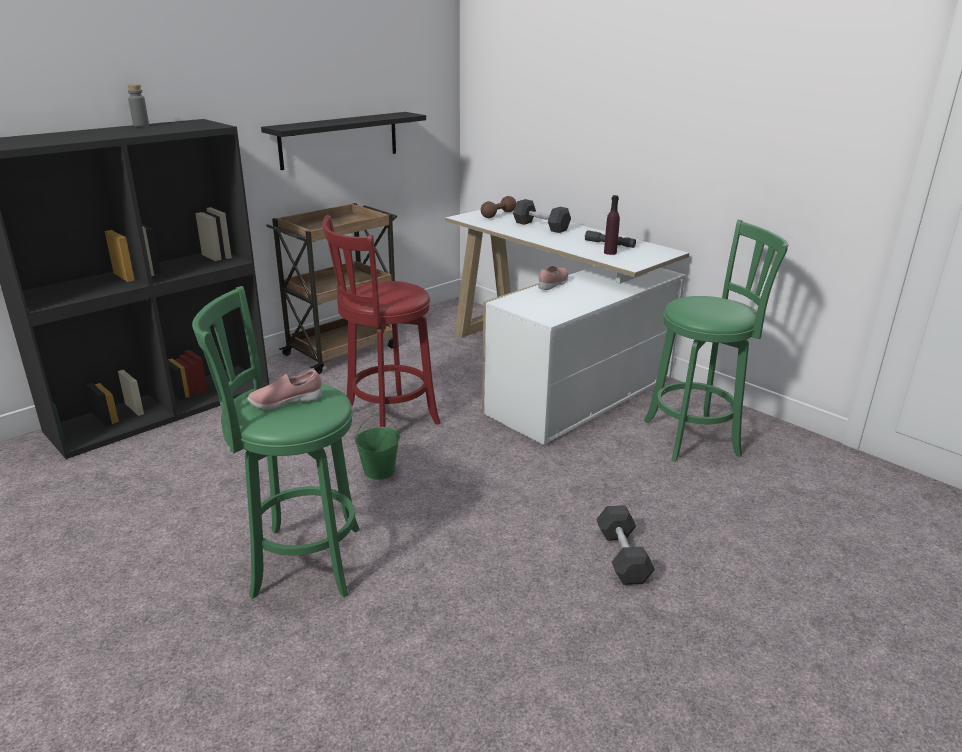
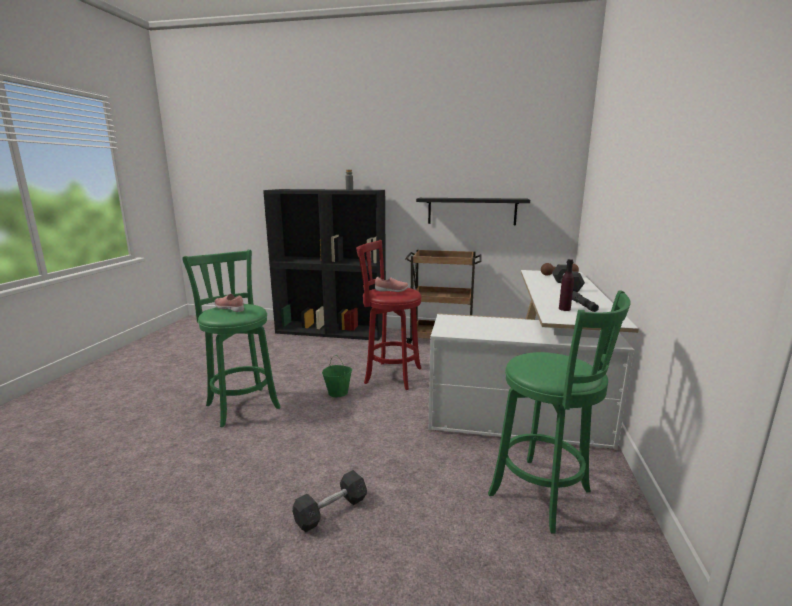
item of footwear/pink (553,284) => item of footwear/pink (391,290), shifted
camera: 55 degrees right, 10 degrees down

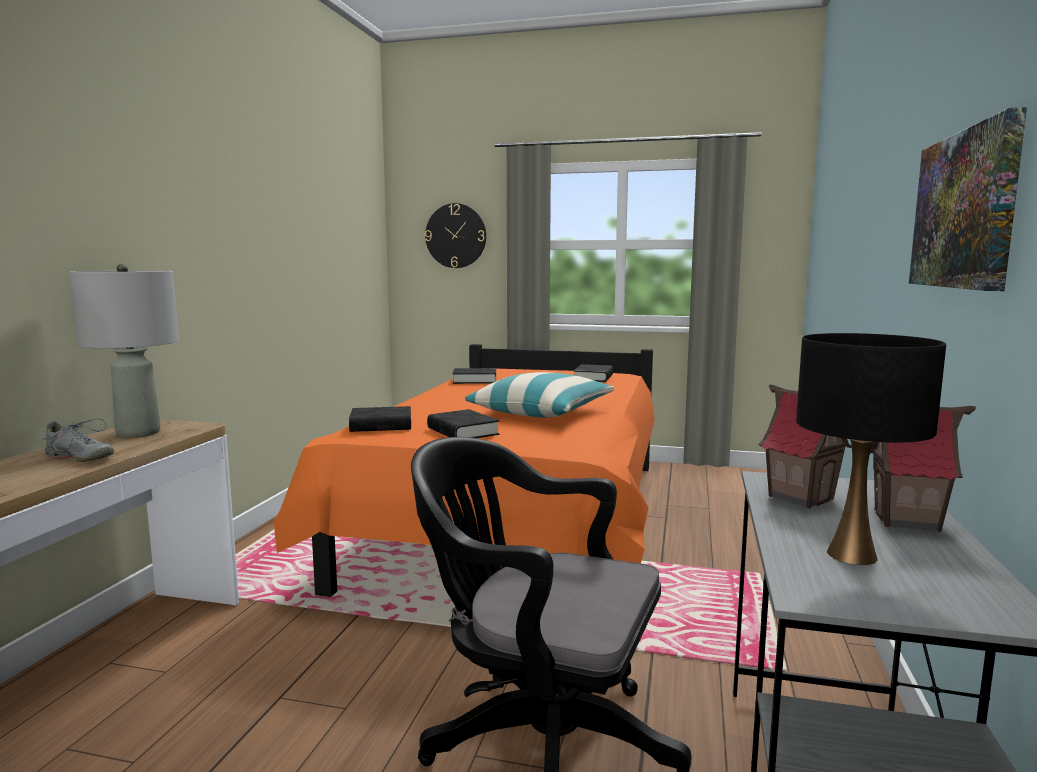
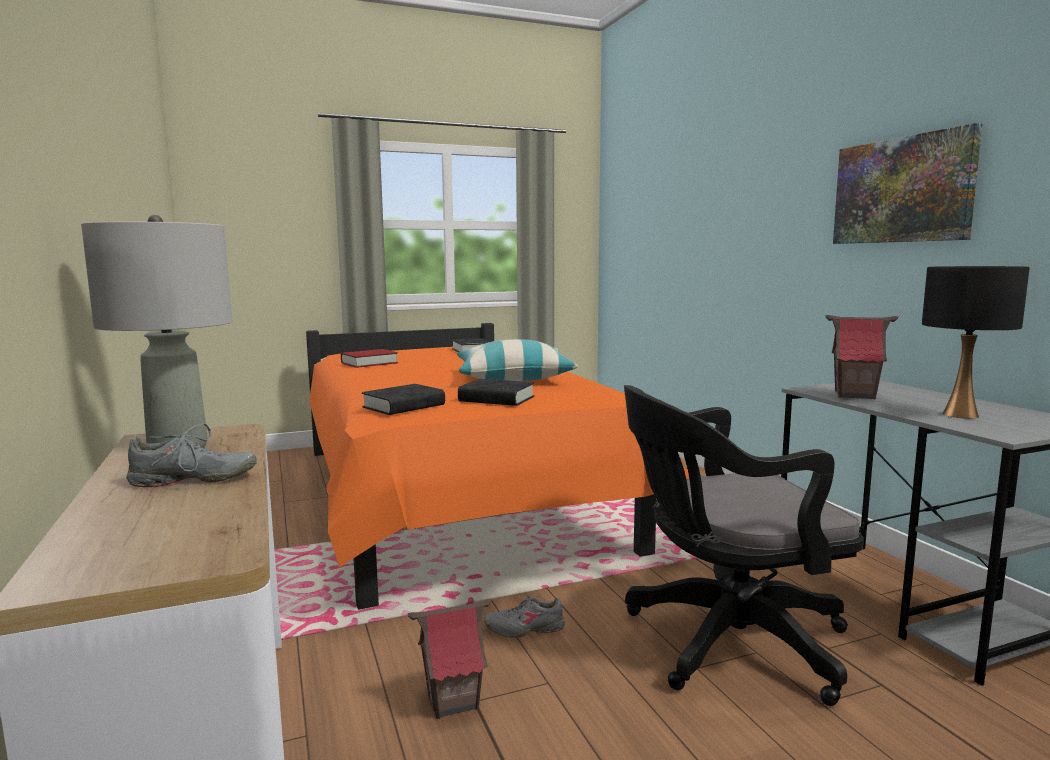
wall clock (456,236) => nothing
book/black (474,380) => book/red-coloured (369,363)
model house (907,520) => model house (453,701), shifted
nothing => item of footwear/gray (525,628)
camera: 35 degrees left, 0 degrees up

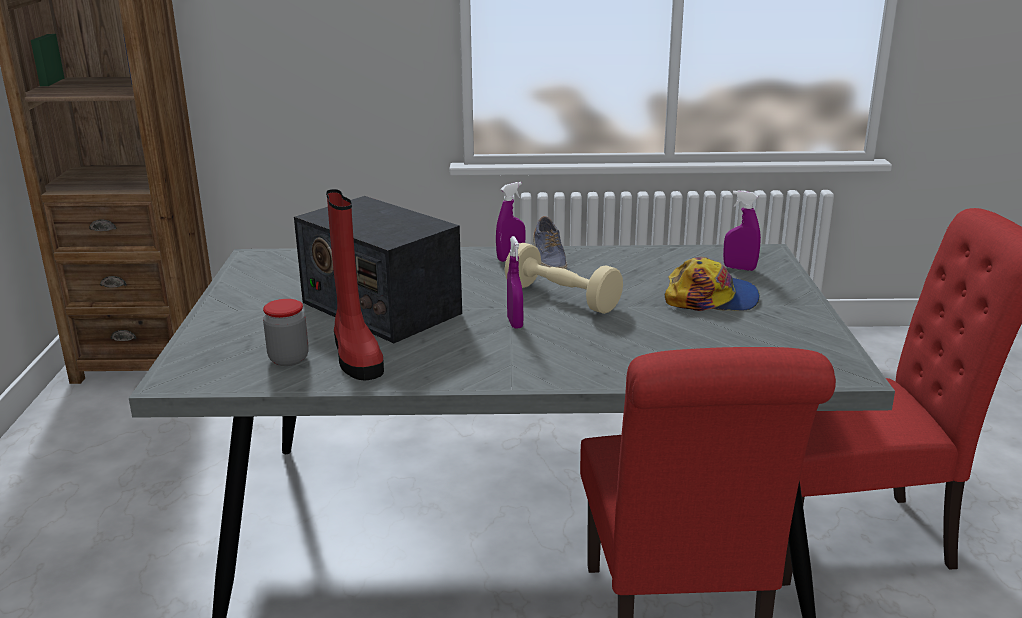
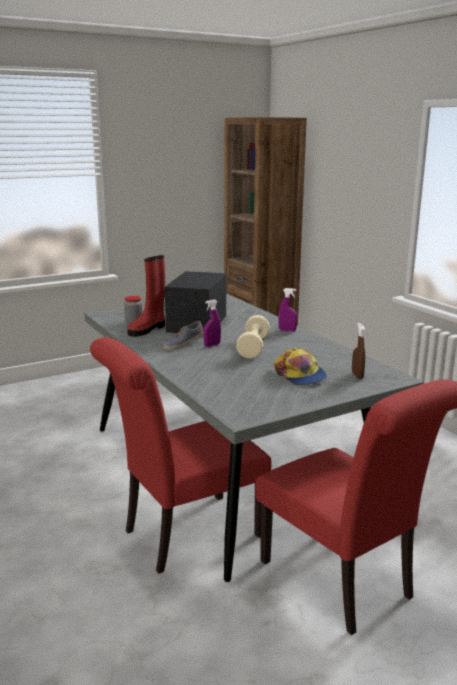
spray bottle/purple-coloured (739,268) => spray bottle/brown (357,375)
item of footwear (548,260) => item of footwear (183,344), shifted
camera: 60 degrees right, 5 degrees down

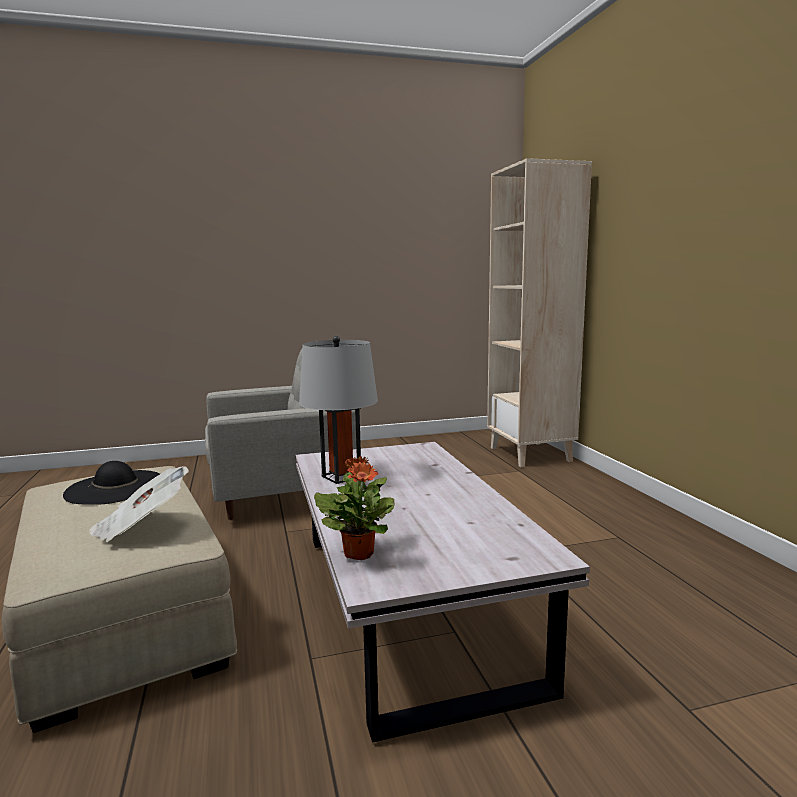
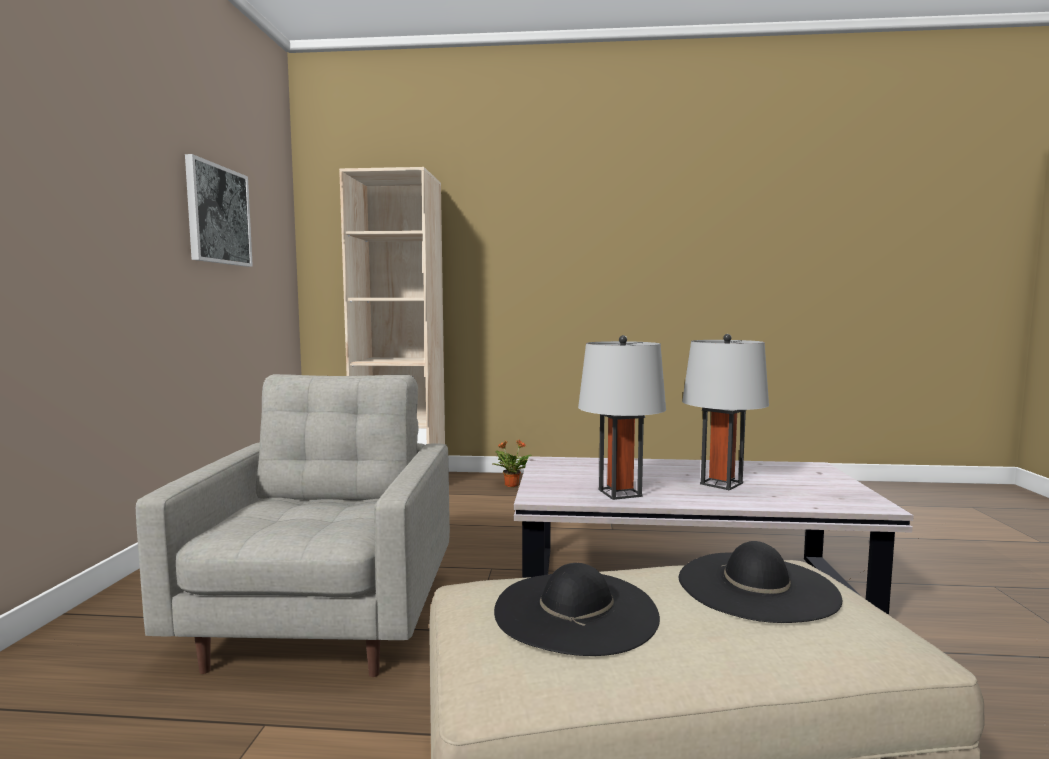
plant in a pot (359,553) => plant in a pot (511,485), shifted
daily paper (141,527) => hat/black (757,586)
nothing => wall picture (218,215)
nothing => lamp for a table/gray (721,484)
camera: 70 degrees left, 5 degrees down

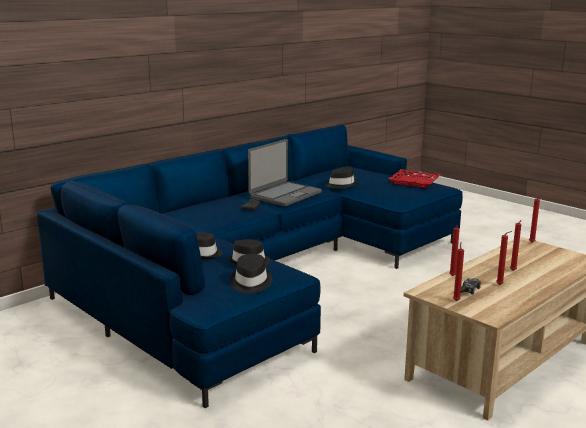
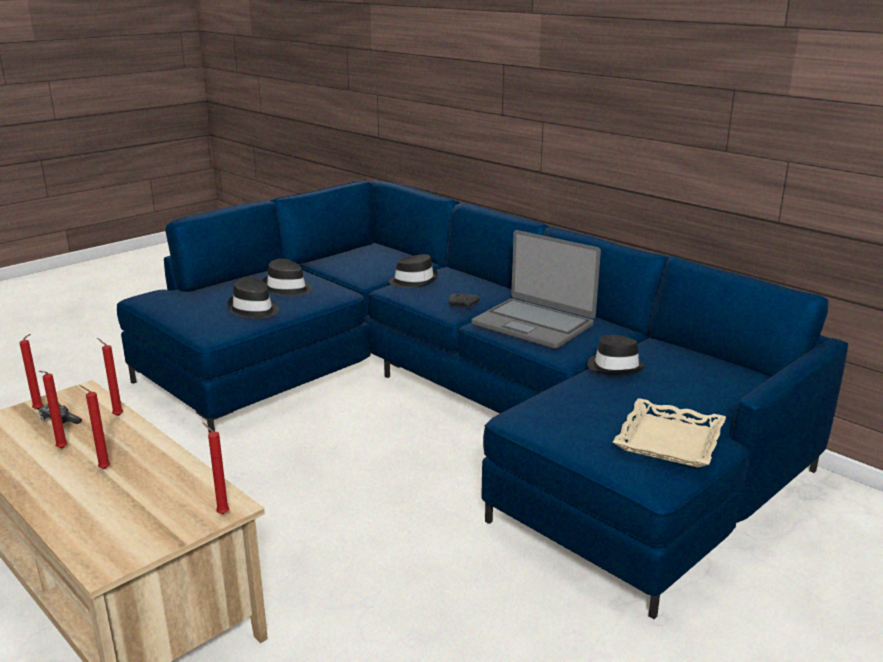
tray/red-coloured (414,182) => tray/beige (668,440)
hat/black (250,282) => hat/black (414,281), shifted
camera: 90 degrees right, 5 degrees up

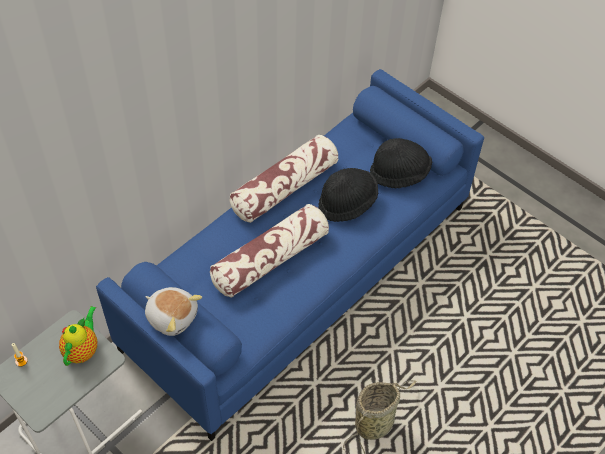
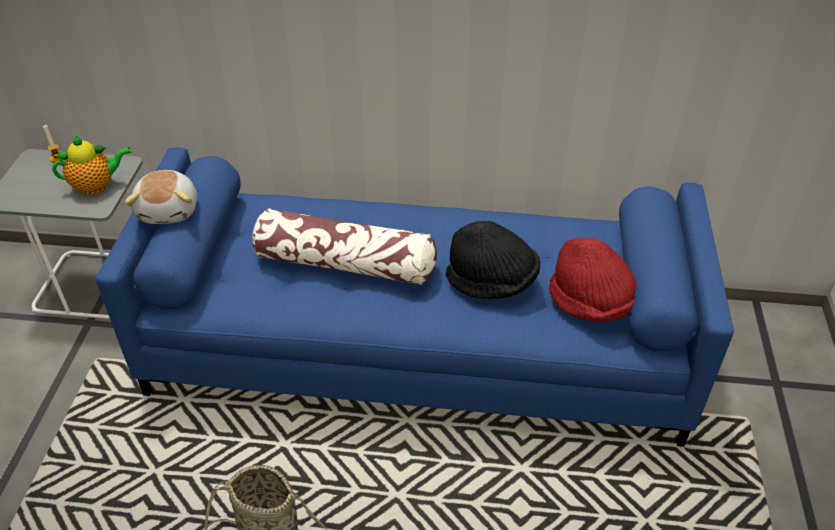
throw pillow (285,187) => nothing
hat/black (399,173) => hat/red-coloured (591,304)
camera: 55 degrees right, 10 degrees down

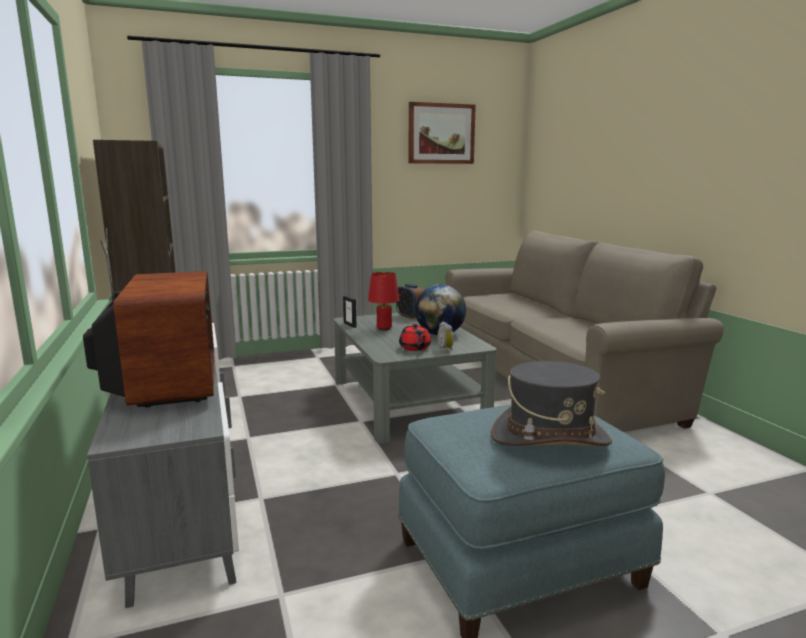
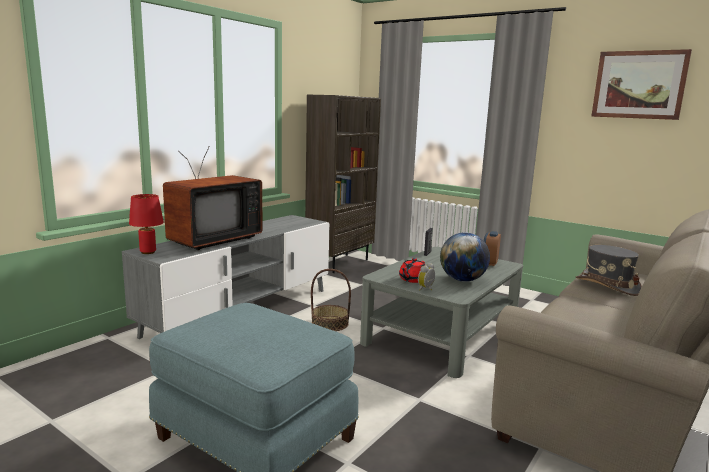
lamp for a table/red-coloured (384,328) => lamp for a table/red-coloured (147,252), shifted
hat/gray (550,438) => hat/gray (607,285), shifted
nothing => basket (330,323)
camera: 55 degrees right, 0 degrees up

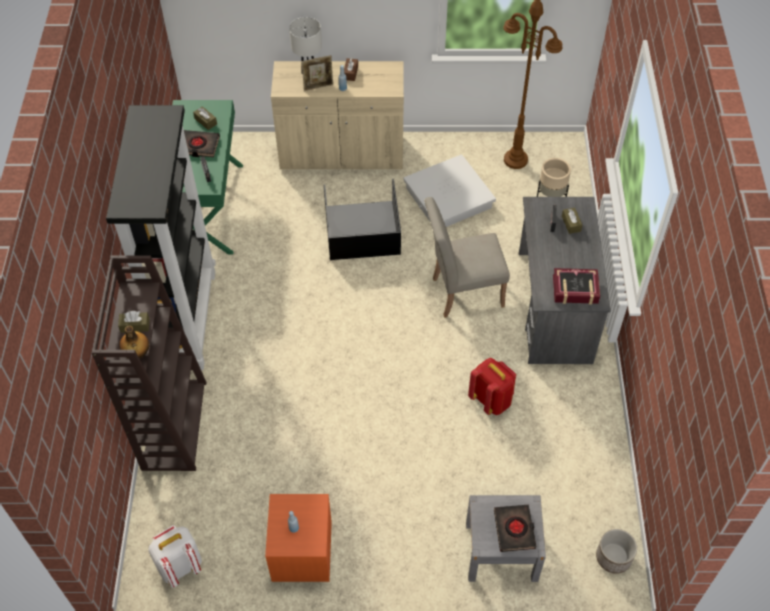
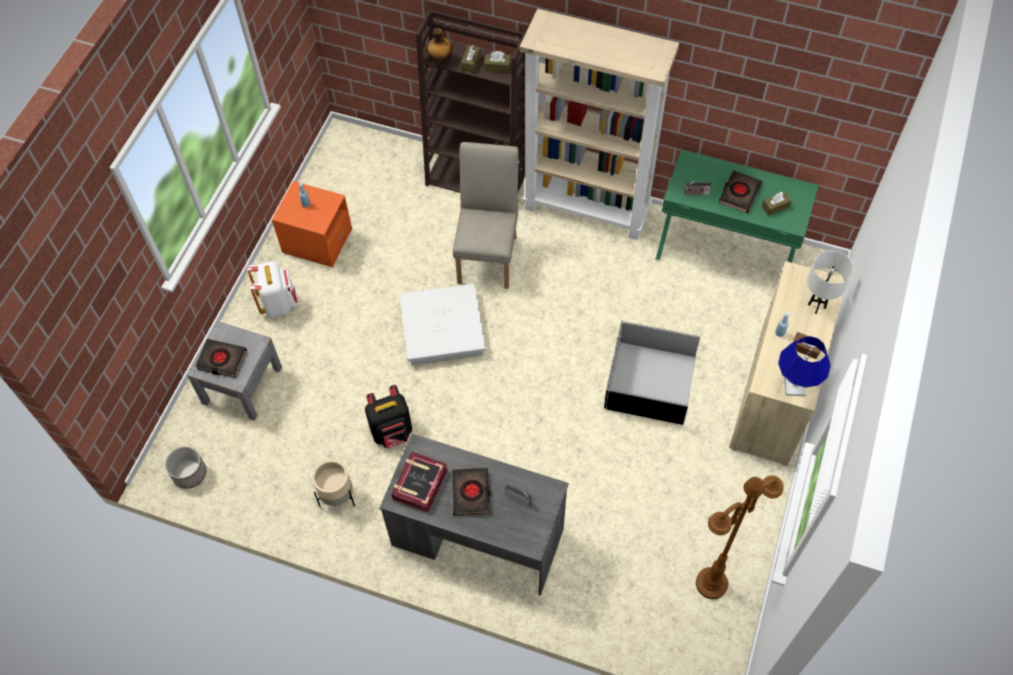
standing frame (318,86) => nothing
bookshelf/black (188,318) => bookshelf/beige (588,209)
storage box/white (448,197) => storage box/white (443,329), shifted
flower pot/beige (551,197) => flower pot/beige (337,496), shifted
chair/beige (461,292) => chair/beige (488,254), shifted
tissue holder/brown (571,223) => tissue holder/brown (497,67), shifted
knapsack/red-coloured (491,400) => knapsack/black (392,432)
knapsack/white (179,566) => knapsack/white (278,304), shifted
nothing => lamp for a table/blue-coloured (794,386)
nothing => book/black (471,493)
camera: 110 degrees right, 5 degrees up

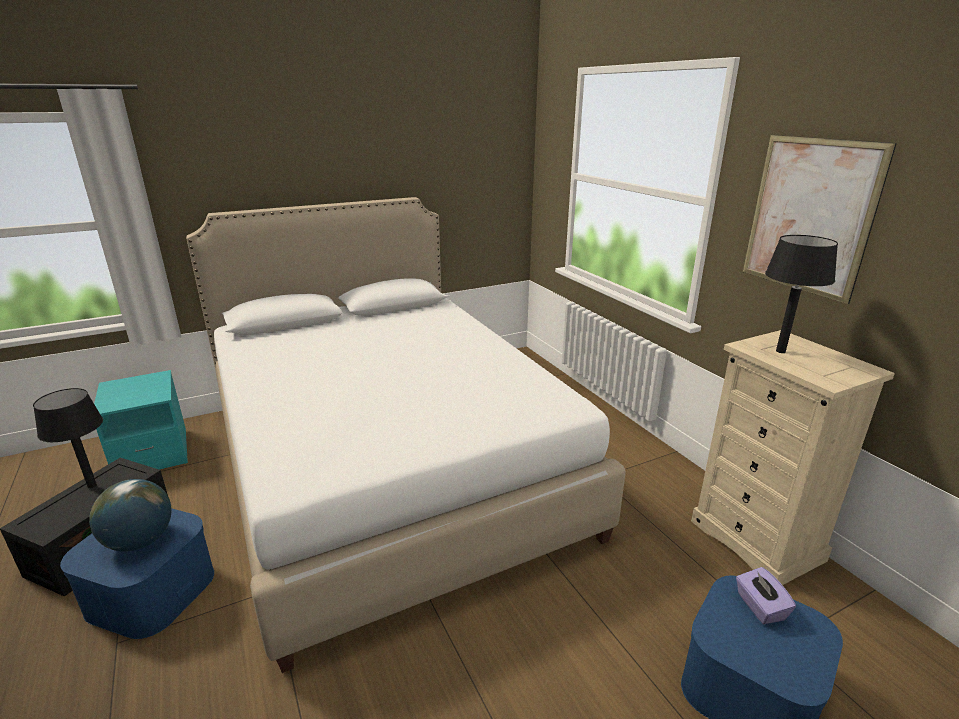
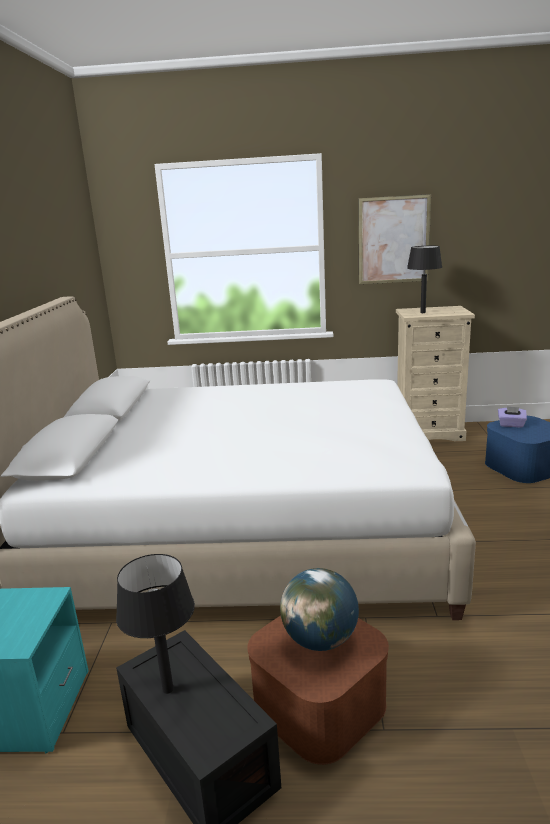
storage box/blue-coloured (151,591) => storage box/brown (319,703)
camera: 60 degrees left, 5 degrees down

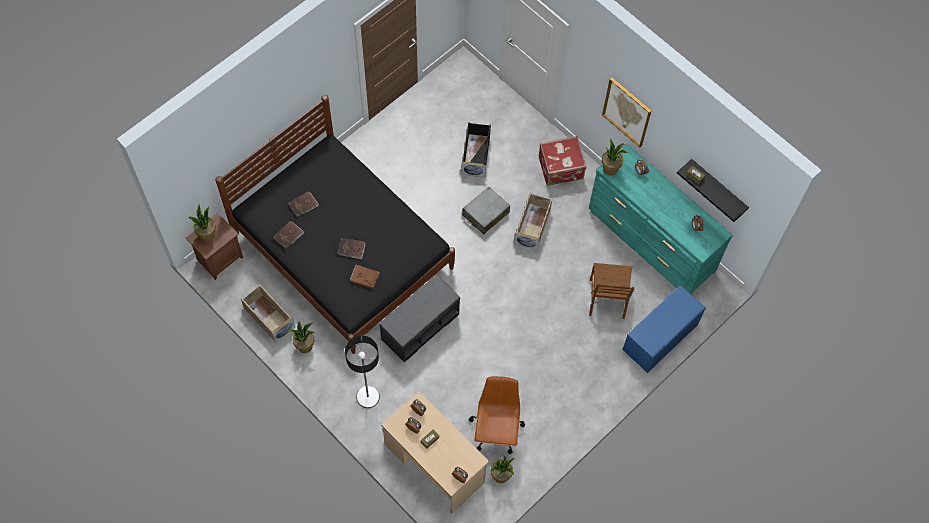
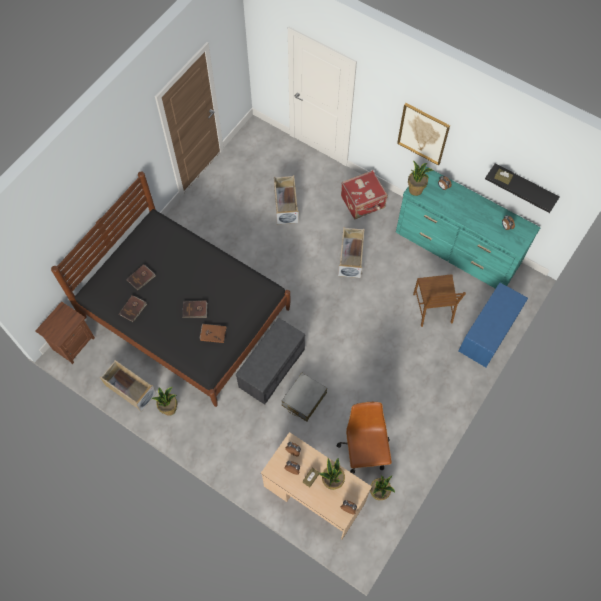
storage box/black (476,154) => storage box/beige (285,204)
piece of luggage/gray (485,214) => piece of luggage/gray (304,399), shifted
plant in a pot (207,235) => plant in a pot (332,481), shifted
standard lamp (368,397) => nothing
camera: 10 degrees left, 0 degrees up

